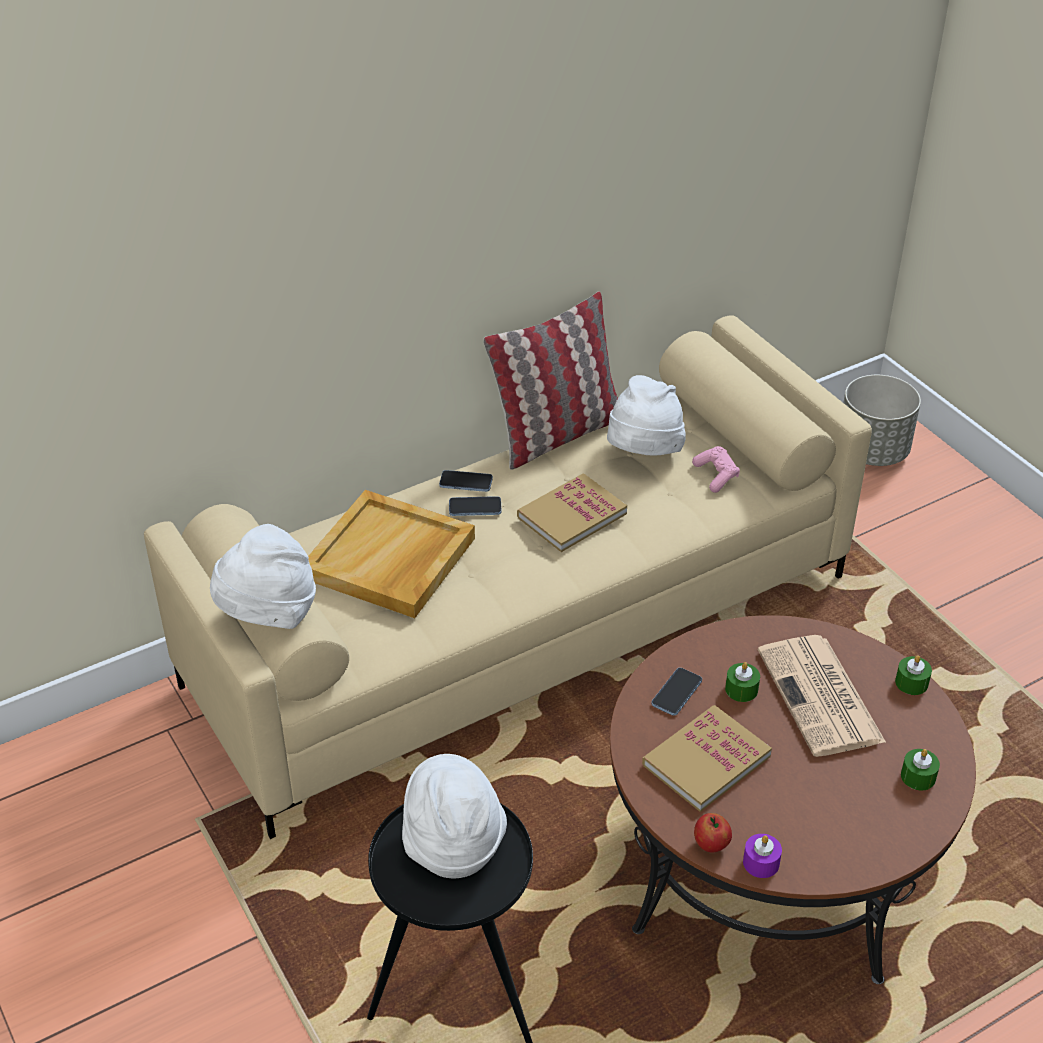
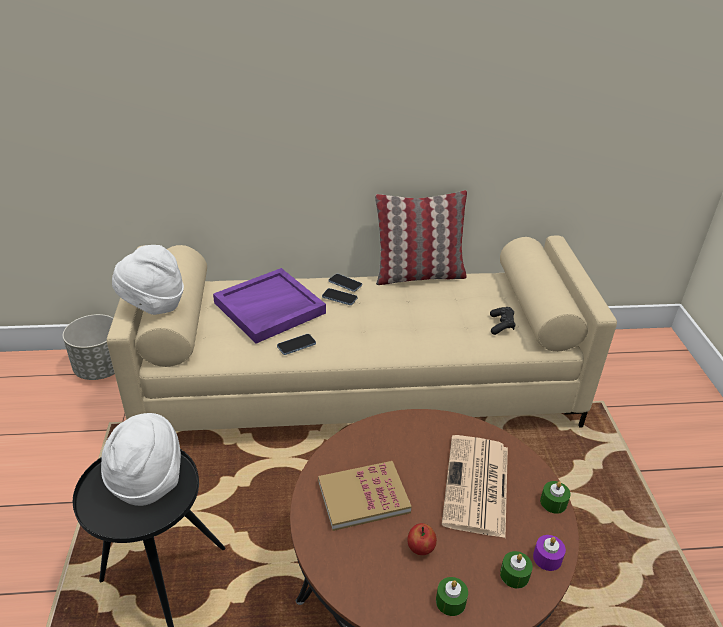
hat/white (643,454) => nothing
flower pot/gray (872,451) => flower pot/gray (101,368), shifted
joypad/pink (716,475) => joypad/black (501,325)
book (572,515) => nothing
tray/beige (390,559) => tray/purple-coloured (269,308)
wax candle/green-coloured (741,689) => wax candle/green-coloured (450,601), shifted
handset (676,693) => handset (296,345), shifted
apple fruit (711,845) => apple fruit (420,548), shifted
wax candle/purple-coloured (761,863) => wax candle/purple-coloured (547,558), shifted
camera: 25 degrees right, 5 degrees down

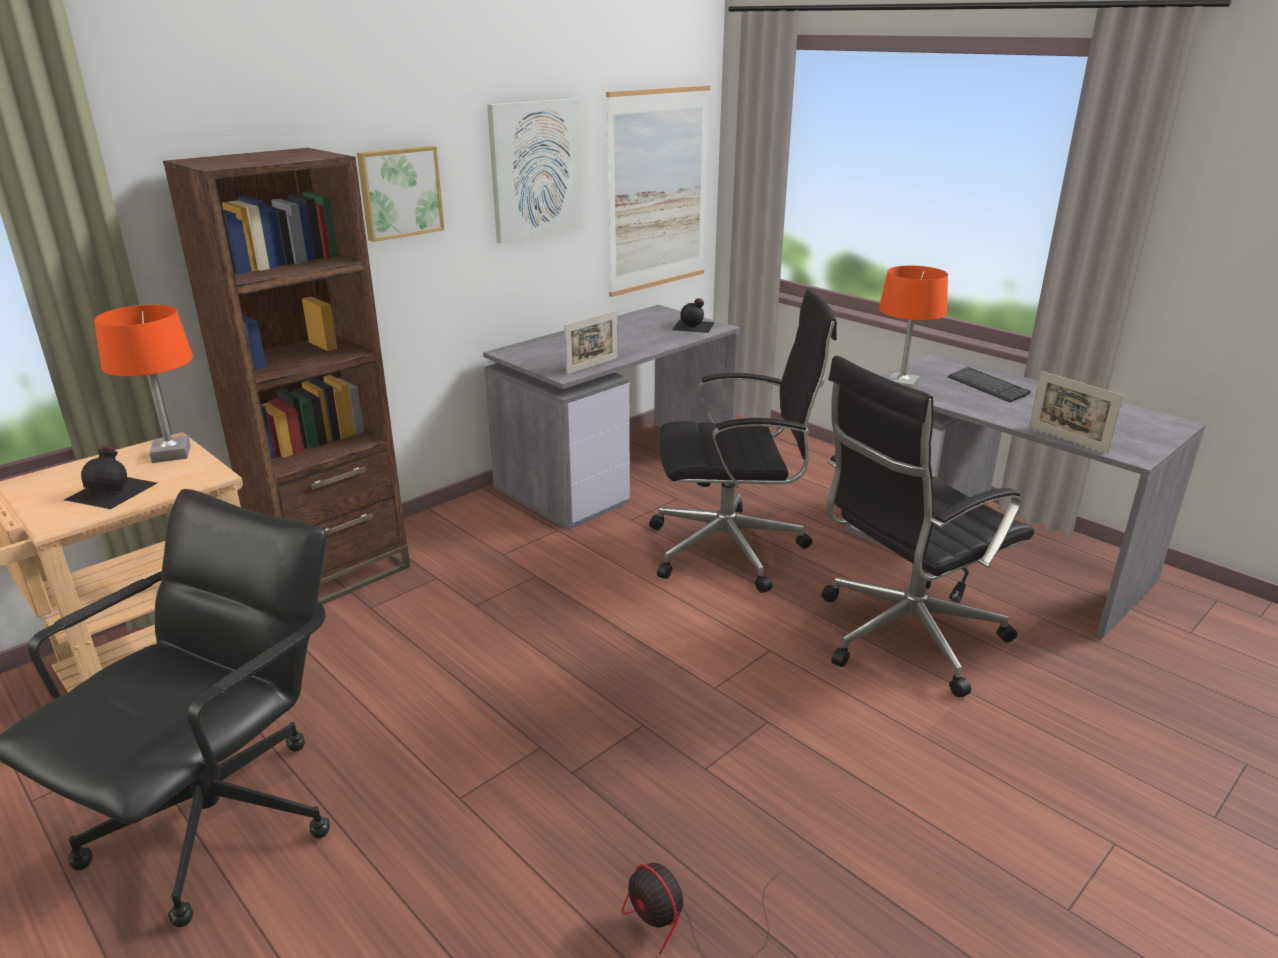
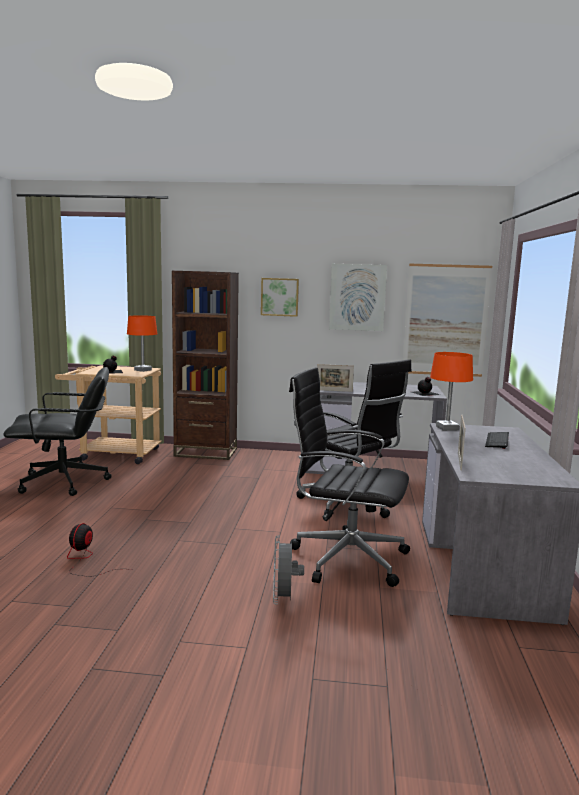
nothing => electric fan/gray (284,599)
camera: 50 degrees right, 15 degrees down

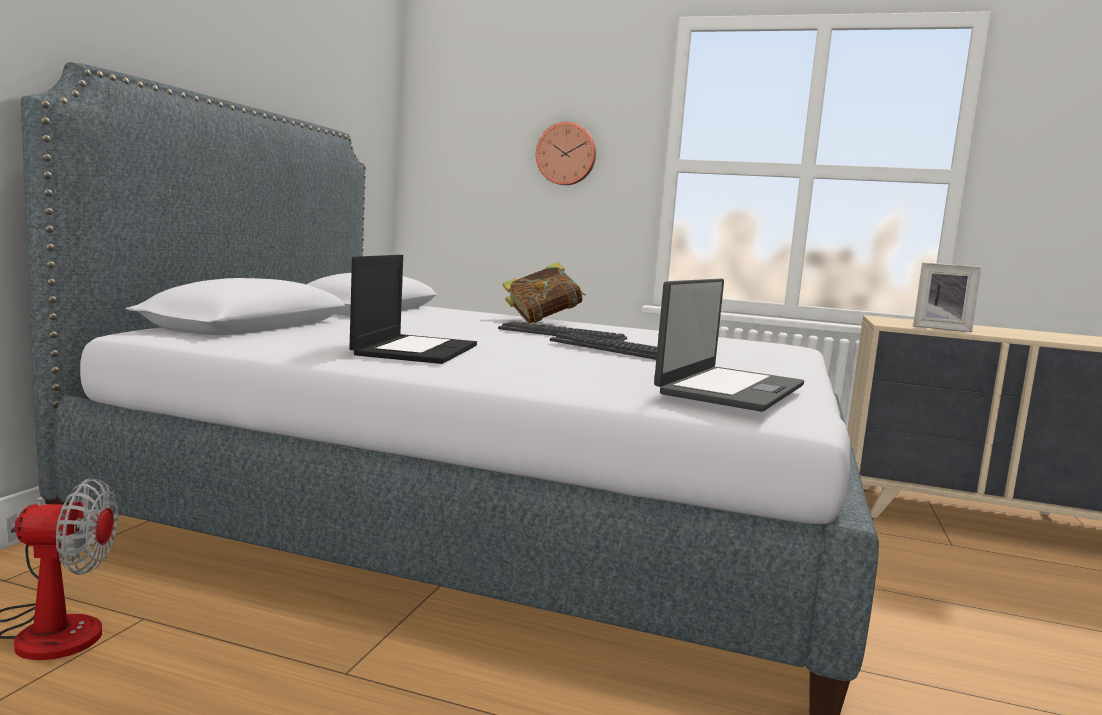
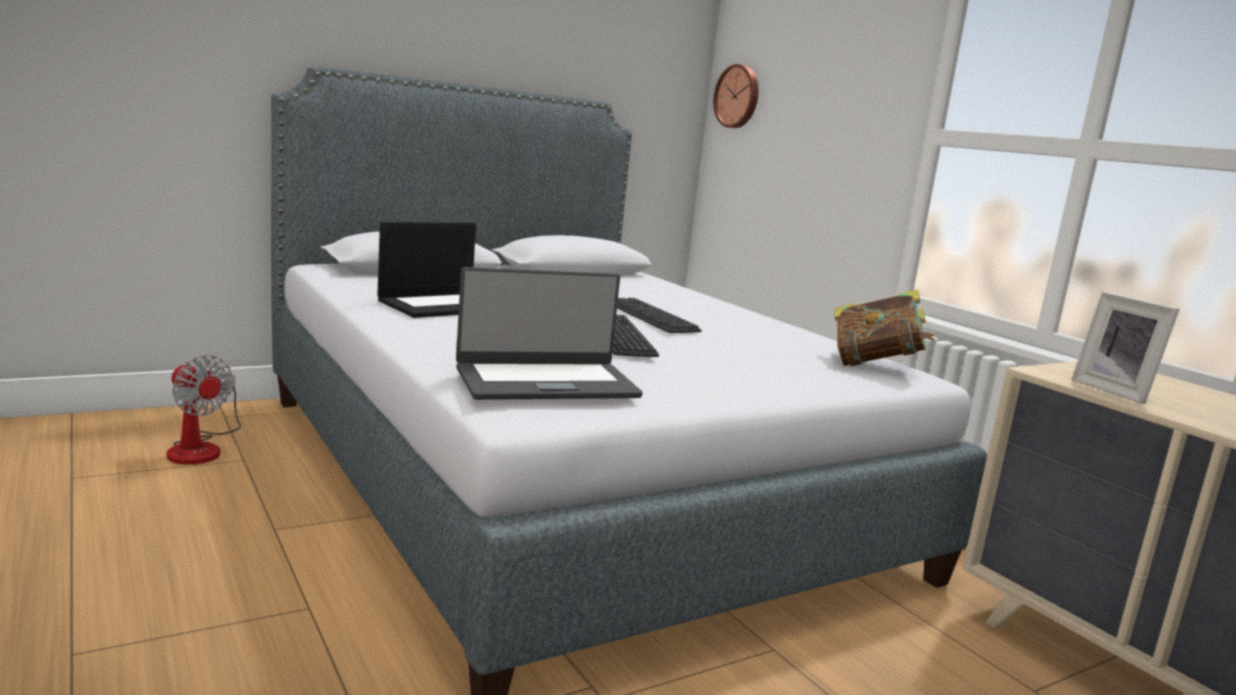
wall clock (566,154) => wall clock (738,96), shifted
book (542,321) => book (874,365), shifted
camera: 40 degrees right, 5 degrees up

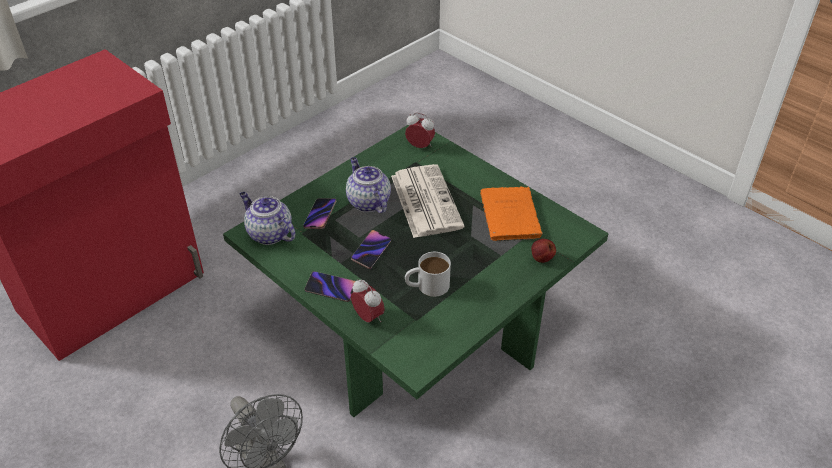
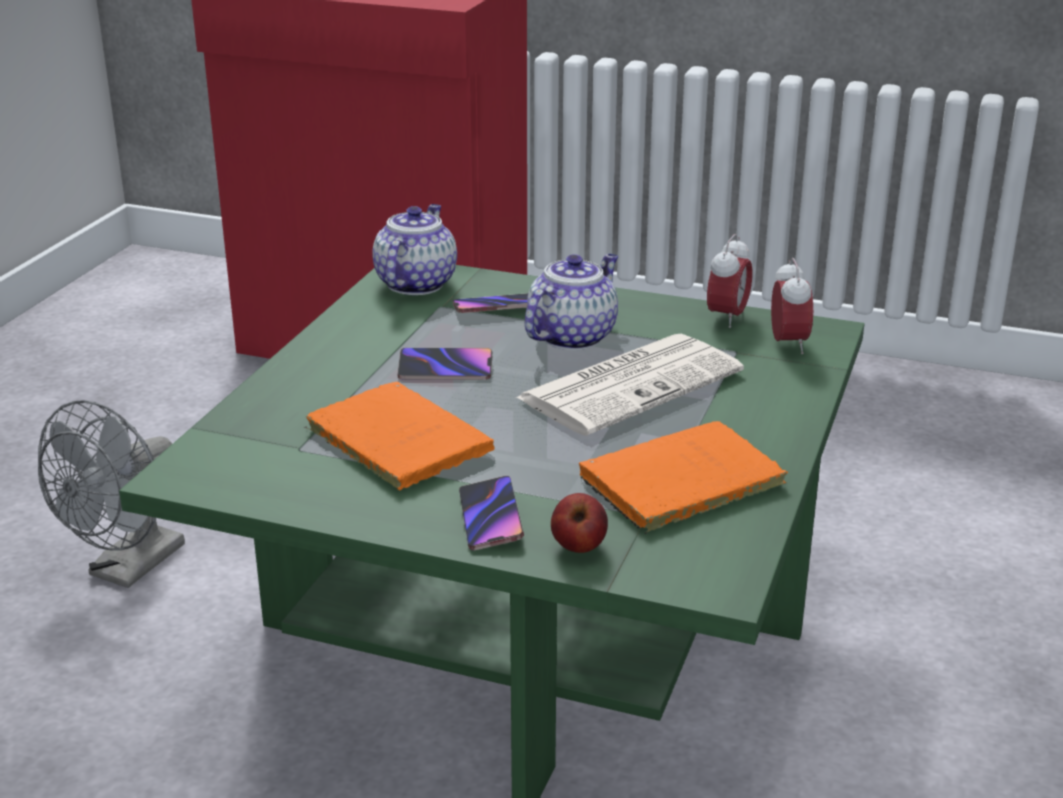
tea mug/white (427,286) => book/orange (395,439)
handset (331,288) => handset (490,518), shifted
alarm clock (368,317) => alarm clock (727,318), shifted
camera: 65 degrees right, 15 degrees down

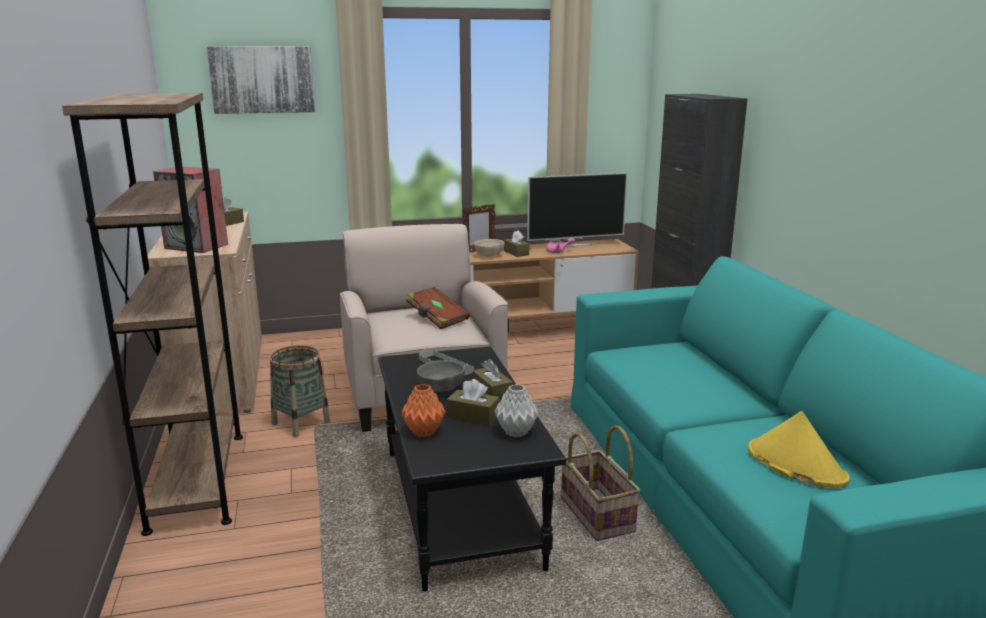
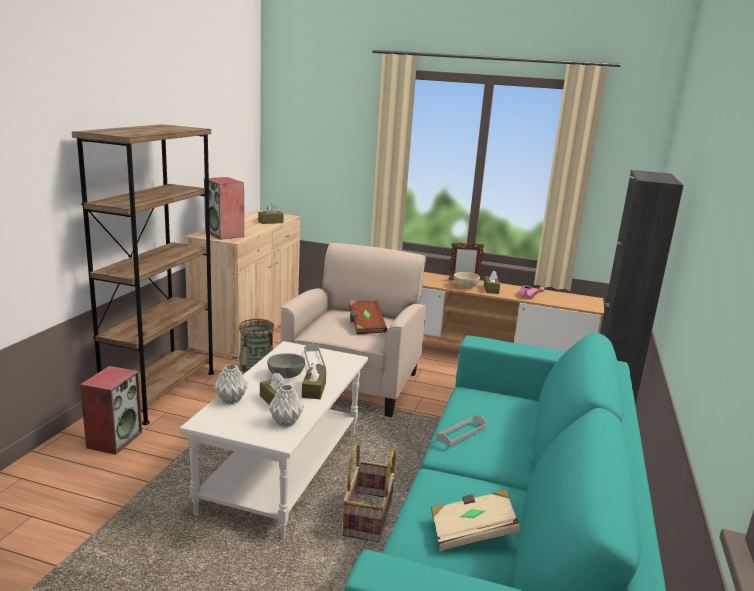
wall picture (262,79) => nothing
television (574,245) => nothing
coffee table/black (461,507) => coffee table/white (284,471)
decorative vase/orange (423,432) => decorative vase/gray (230,400)
hat/yellow (795,464) => book/beige (472,533)
nothing => speaker (114,439)
nothing => tray/gray (461,433)
camera: 30 degrees right, 0 degrees up

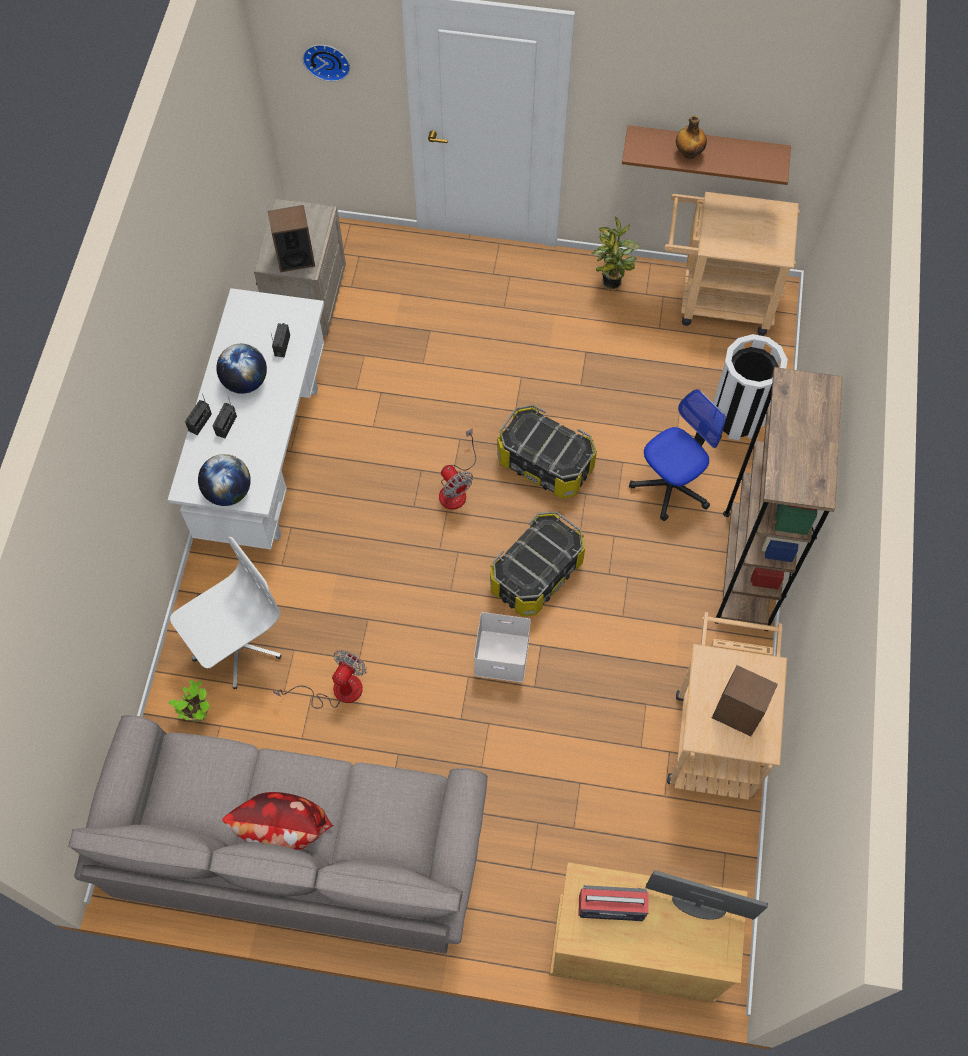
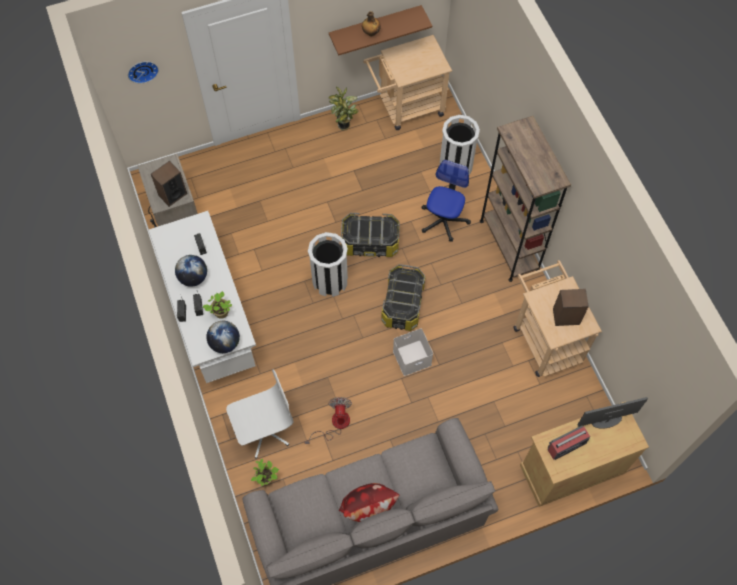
electric fan (456,488) => waste bin/white (330,281)
computer chair/white (237,645) => computer chair/white (263,430), 45 degrees clockwise
nothing => plant in a pot (220,313)
camera: 30 degrees left, 0 degrees up

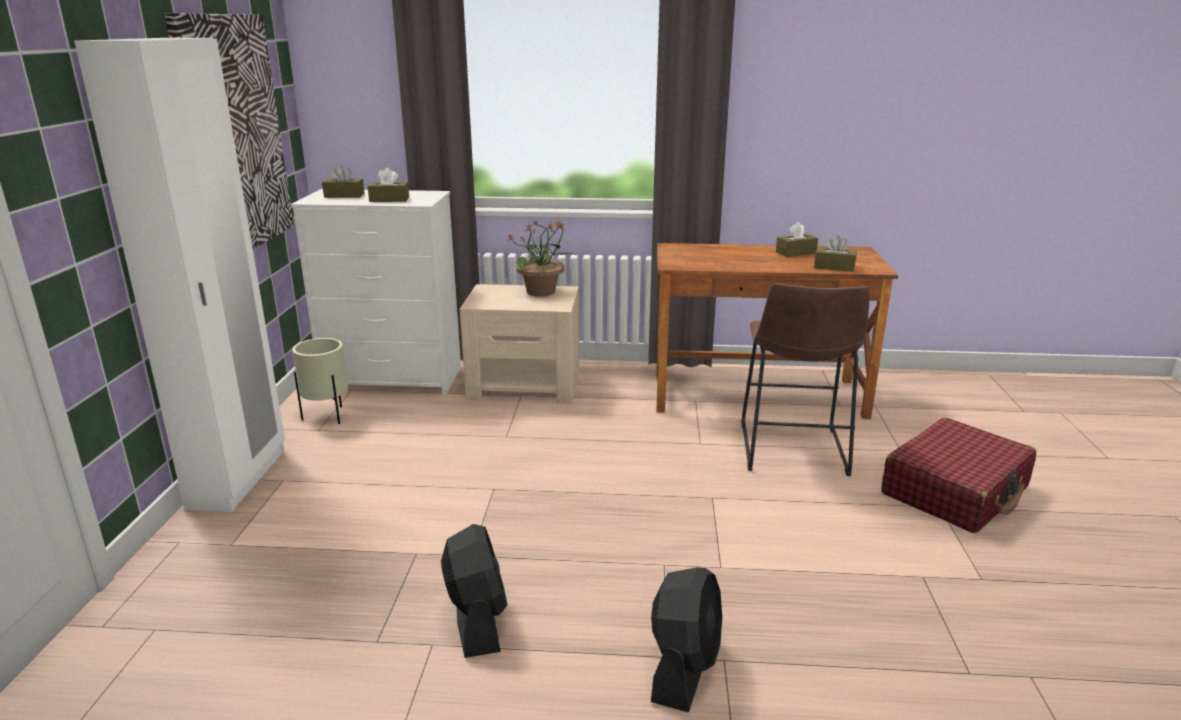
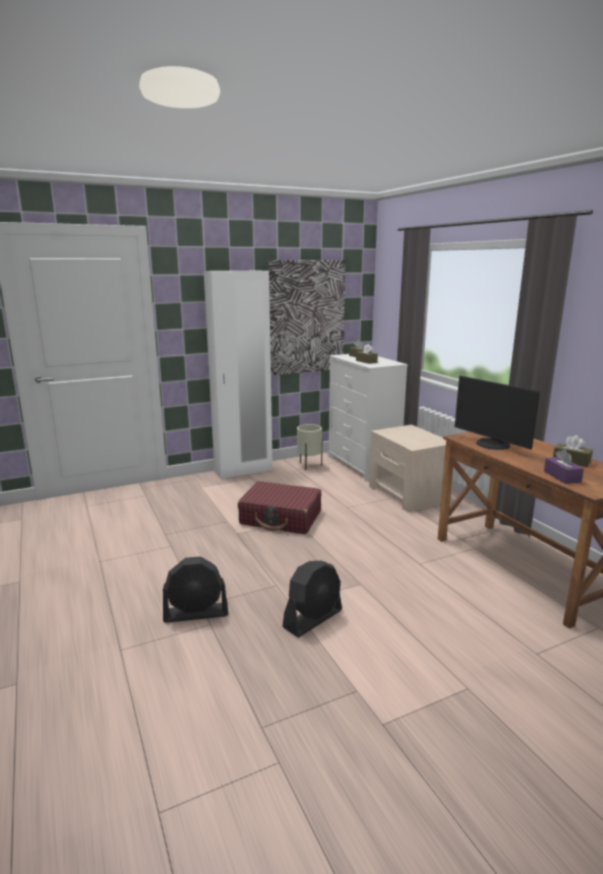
plant in a pot (542,292) => nothing
tissue holder/brown (834,267) => tissue holder/purple-coloured (562,476)
stool seat/brown (792,452) => nothing
piece of luggage/red-coloured (955,491) => piece of luggage/red-coloured (281,518), shifted
electric fan/black (477,619) => electric fan/black (313,619), shifted
nothing => computer display (491,445)
camera: 60 degrees right, 5 degrees down

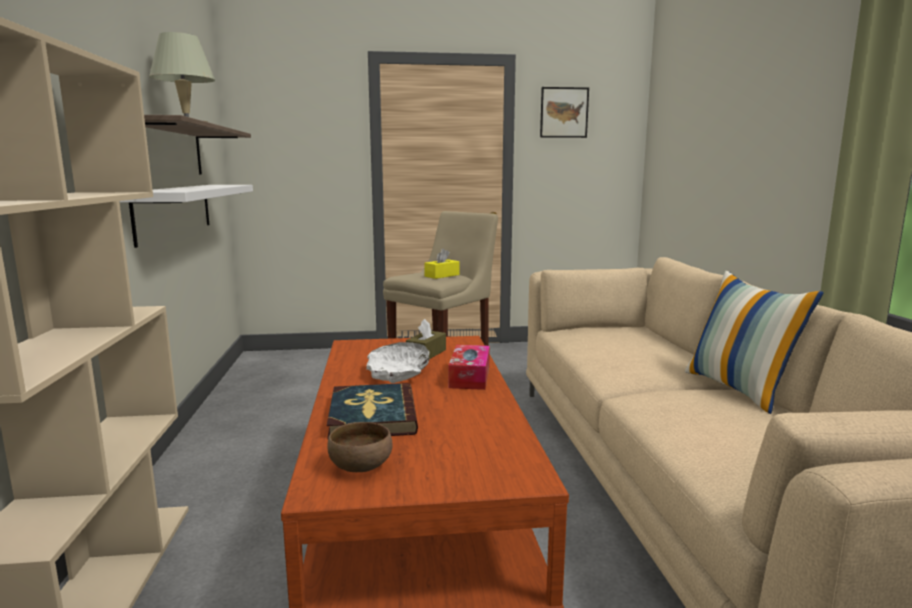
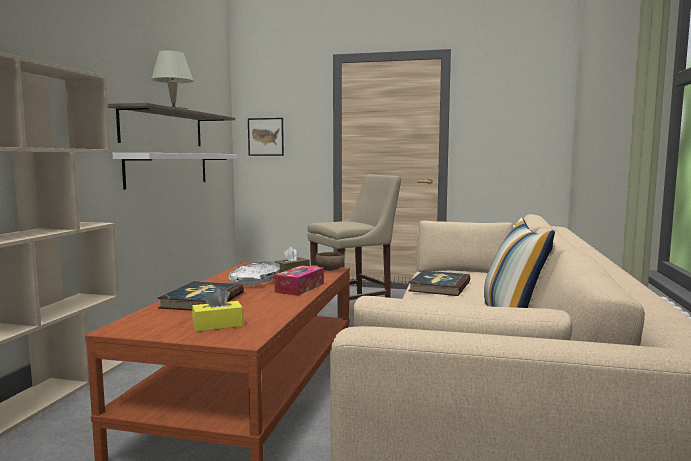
wall picture (564,112) => wall picture (266,137), shifted
tissue holder/yellow (442,275) => tissue holder/yellow (217,325), shifted
bowl/brown (361,466) => bowl/brown (330,270), shifted
nothing => book (439,286)
camera: 20 degrees right, 5 degrees down

